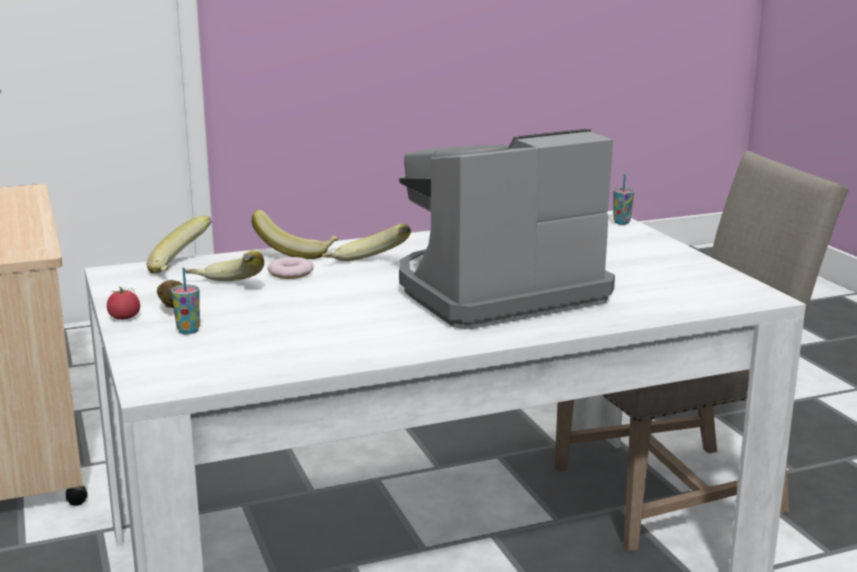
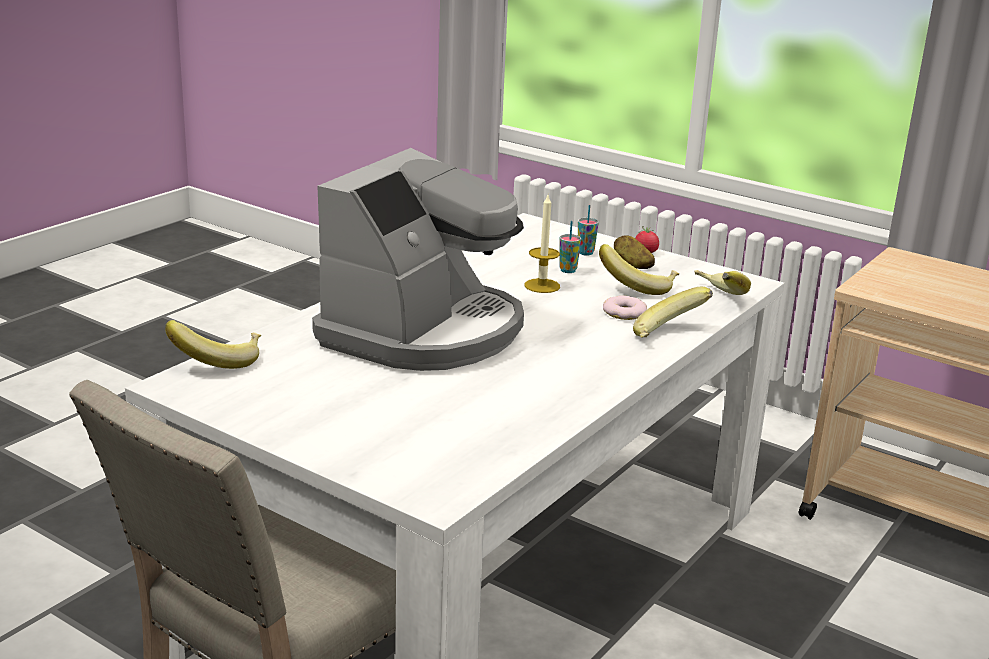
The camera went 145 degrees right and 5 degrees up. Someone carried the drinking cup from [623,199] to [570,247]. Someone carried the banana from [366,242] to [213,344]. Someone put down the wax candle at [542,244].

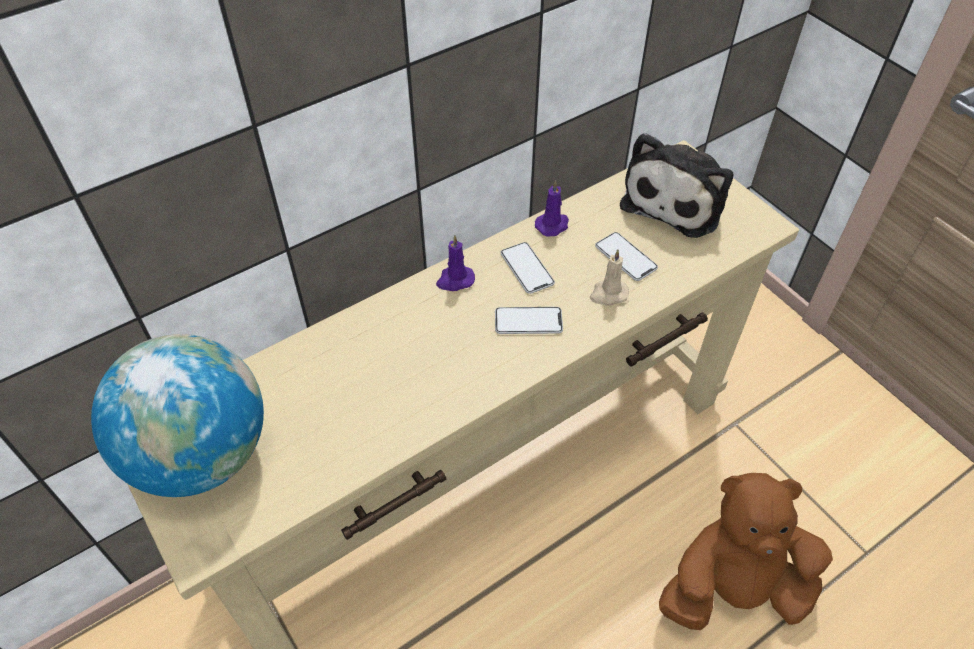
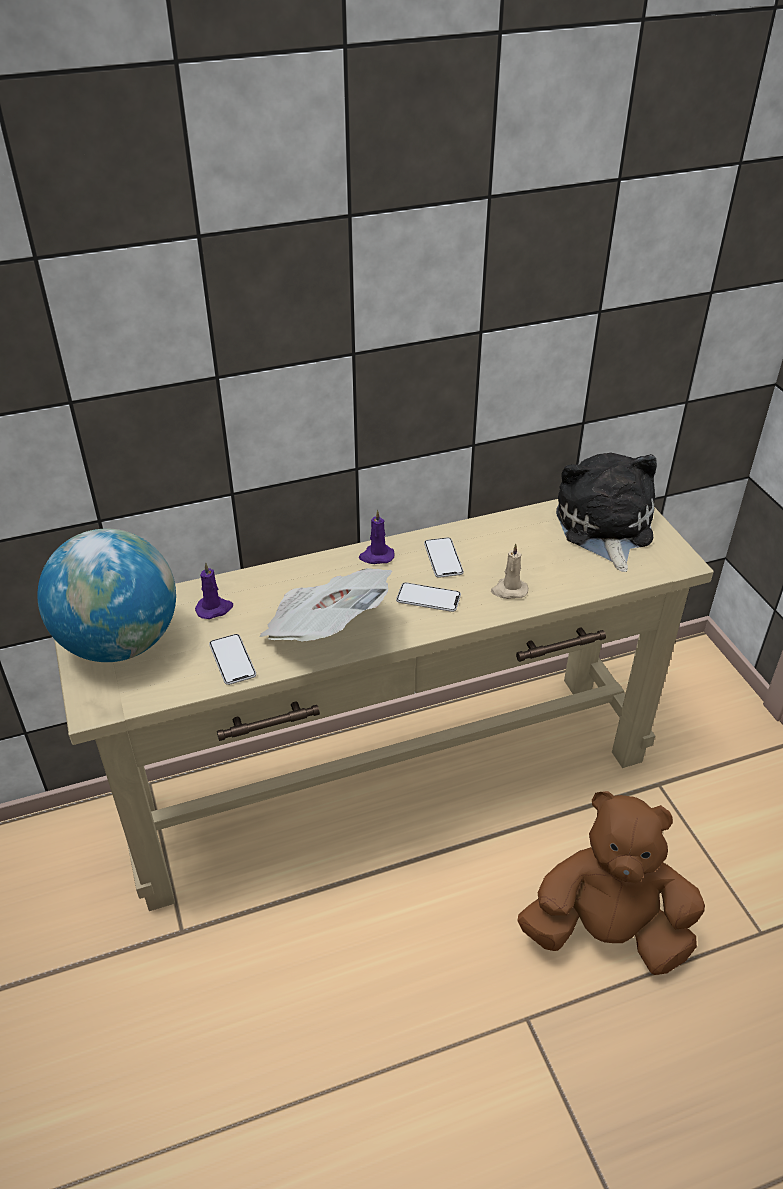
The camera went 15 degrees right and 10 degrees down. Someone rotated the plush toy at [676,185] by 135 degrees clockwise. Someone carried the purplish wax candle from [552,208] to [214,590]. Someone carried the telephone from [626,256] to [232,659]. Someone put down the printed paper at [325,605].

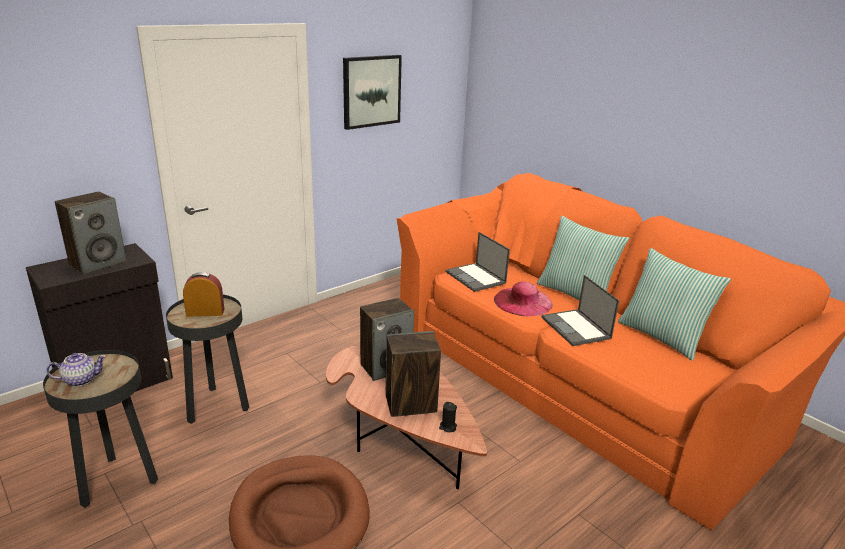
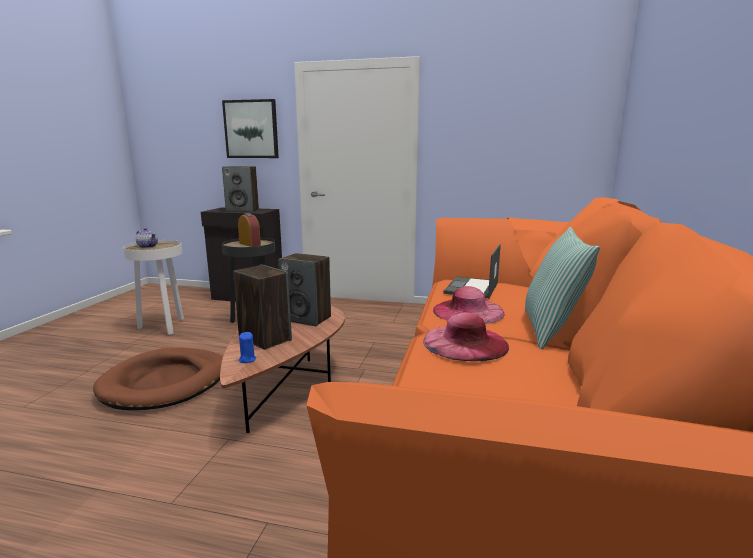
The camera went 55 degrees right and 10 degrees down. Someone carried the wall art from [372,92] to [250,128]. Someone took away the throw pillow at [674,304]. Someone swapped the laptop at [580,310] for the pink-coloured wearable hat at [466,336]. Someone repainted the blackish end table at [100,429], which became the white end table at [153,287]. Someone repainted the blackish wax candle at [448,417], which became the blue-coloured wax candle at [247,347].

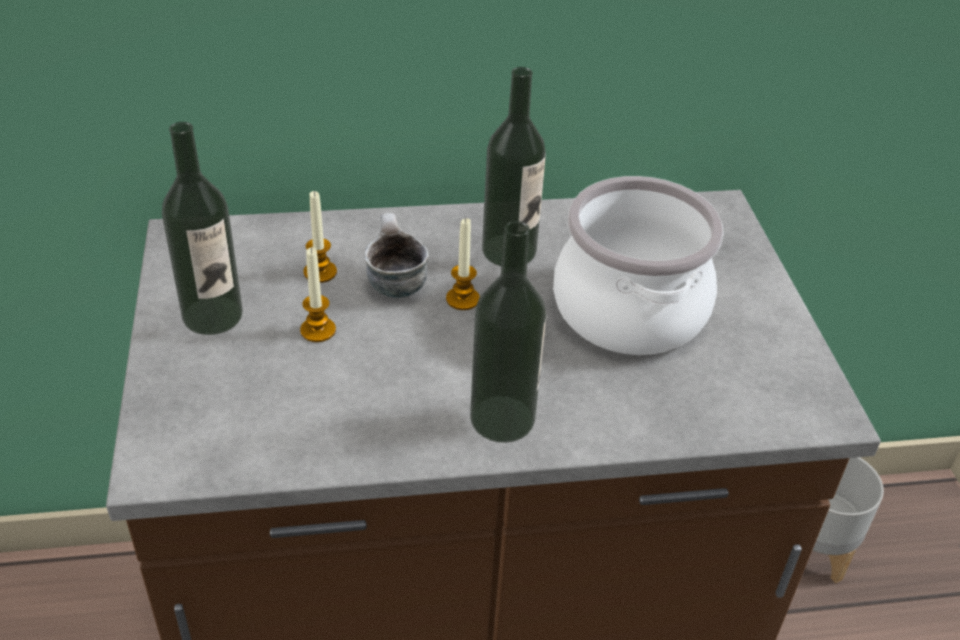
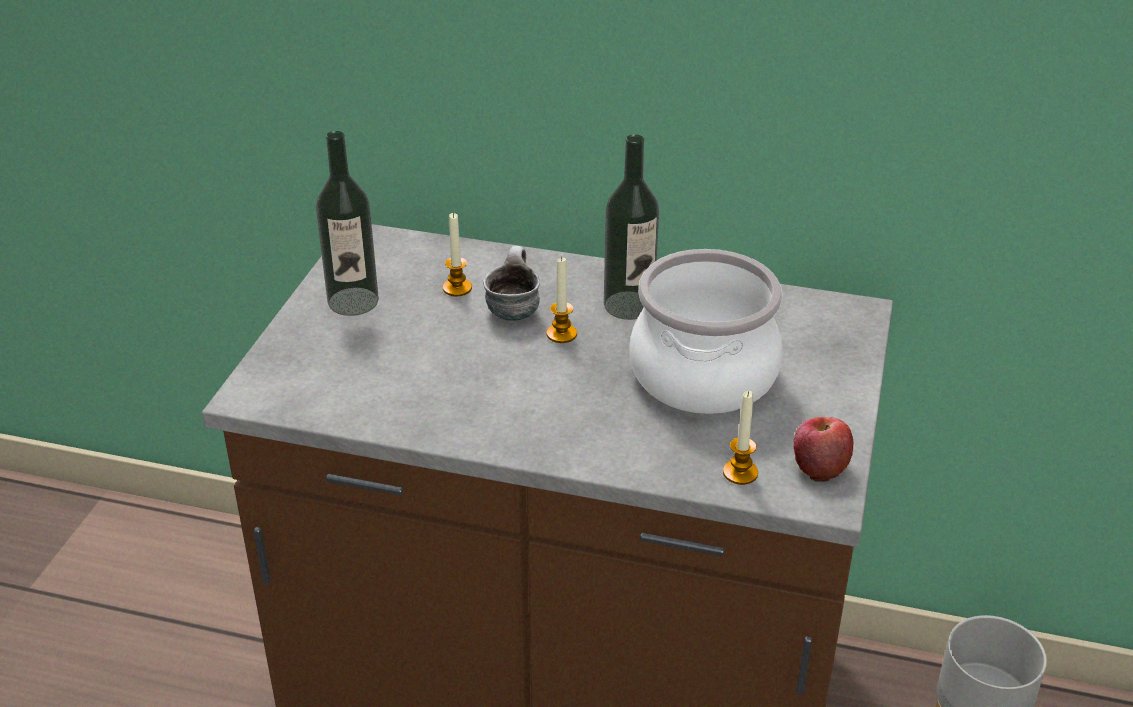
The camera went 25 degrees right and 5 degrees down. Someone took away the drink bottle at [508,332]. Someone carried the wax candle from [318,294] to [740,438]. Someone put down the apple fruit at [823,449].

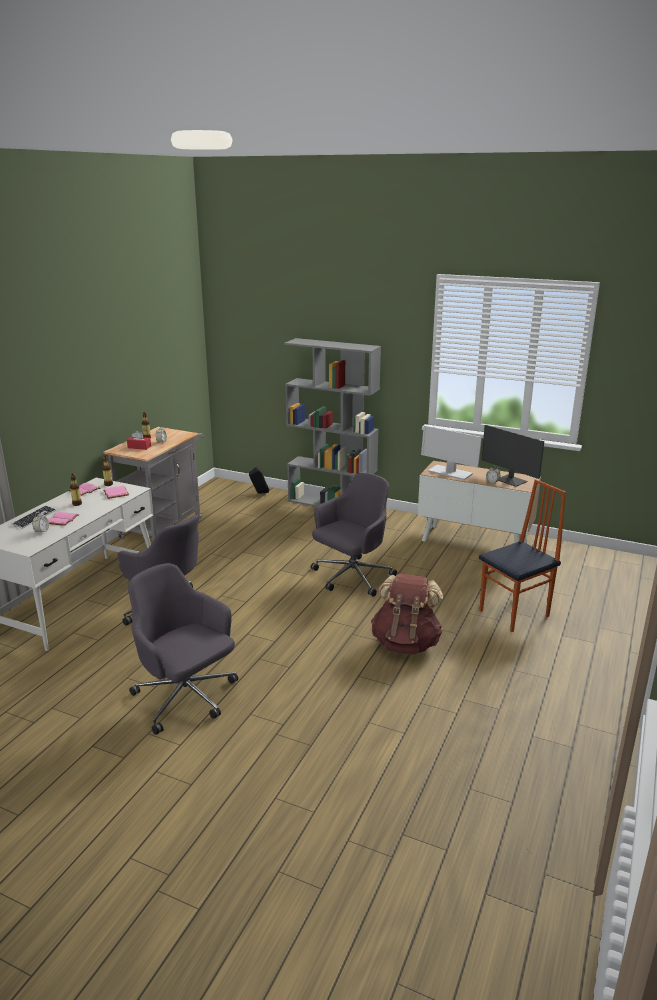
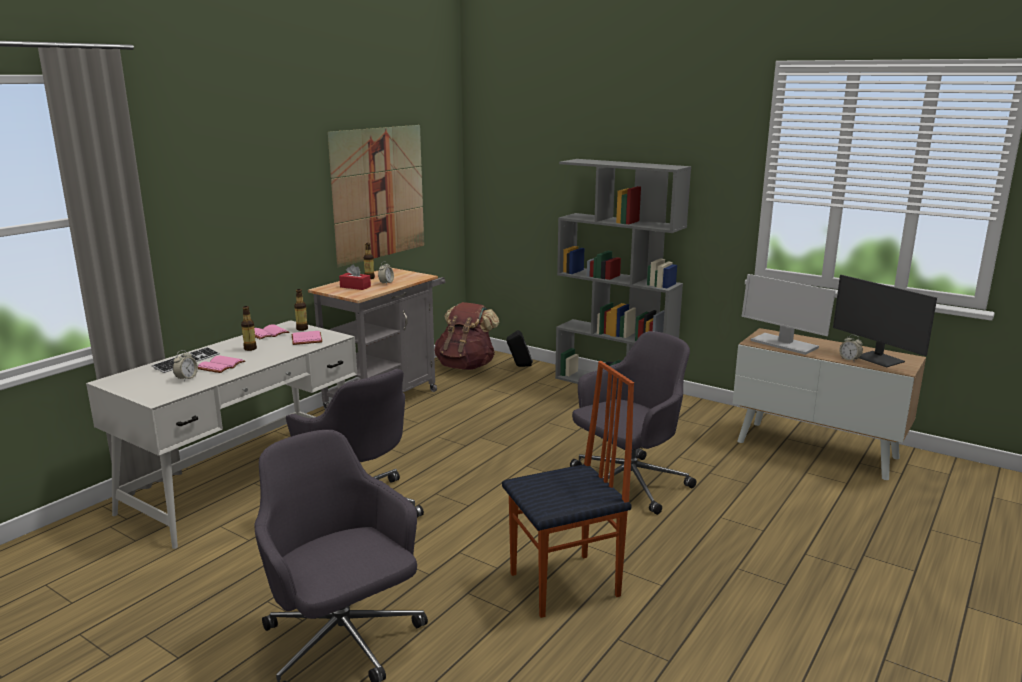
The camera went 10 degrees right and 5 degrees down. Someone carried the plain chair from [522,555] to [568,489]. Someone carried the brownish knapsack from [407,614] to [466,336]. Someone put up the wall art at [376,196].

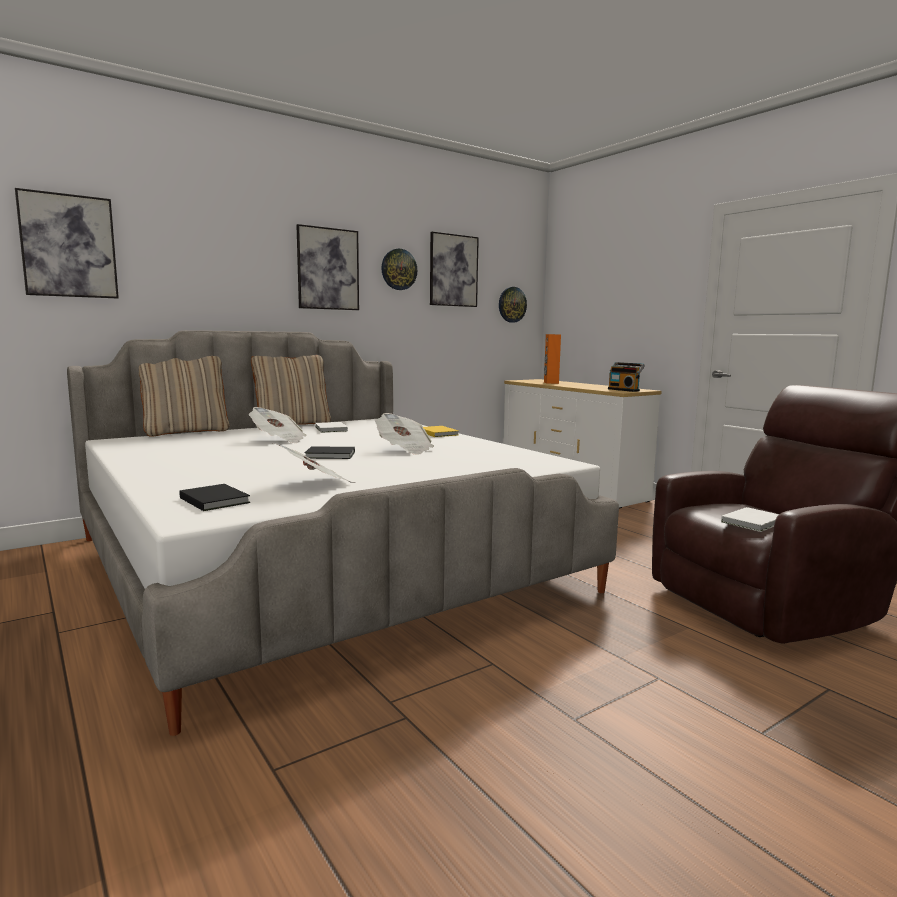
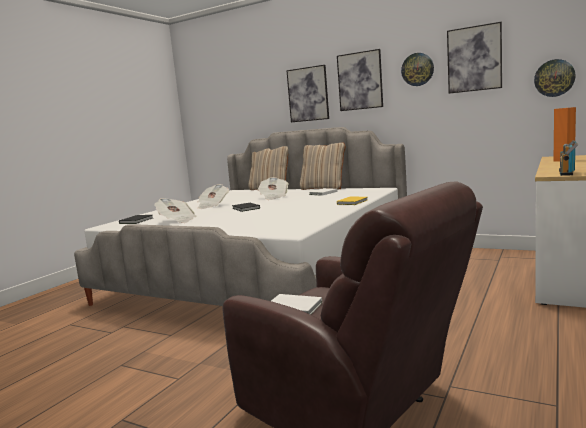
The camera went 65 degrees right and 0 degrees up. Someone carried the wall art from [67,243] to [307,93]. Someone carried the printed paper from [404,434] to [213,196].

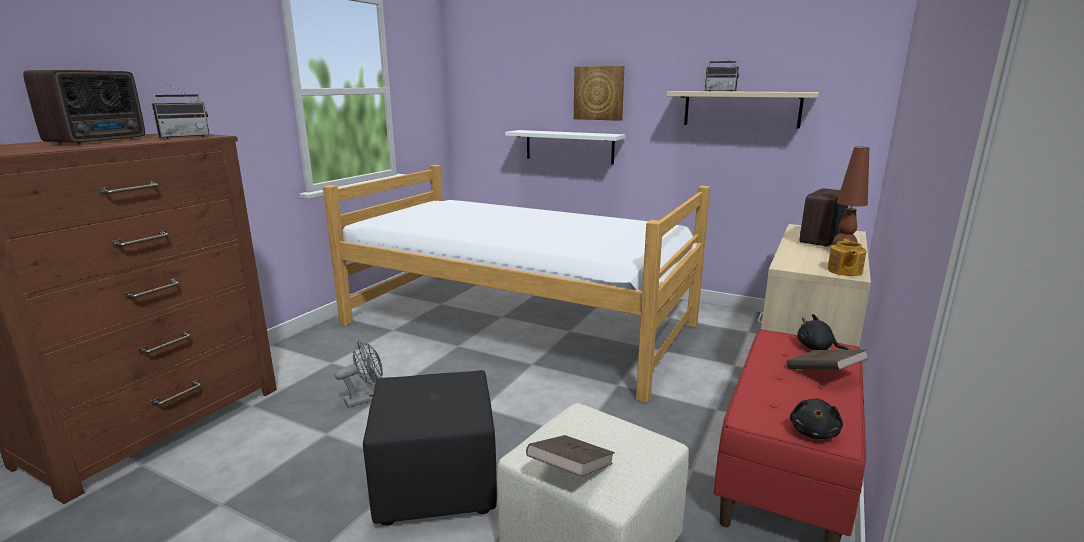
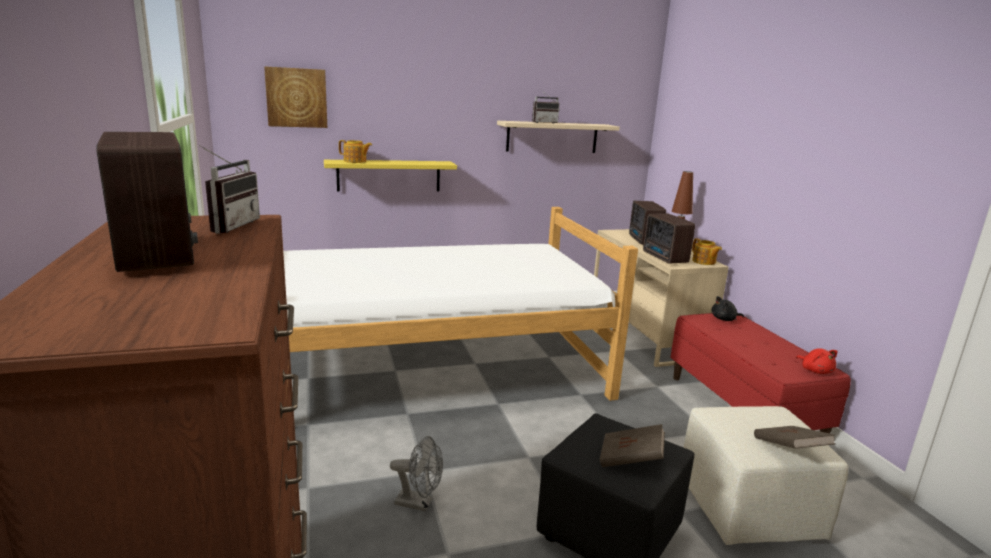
The camera went 45 degrees left and 0 degrees up. Someone carried the wall art from [599,93] to [295,97]. Someone repainted the white shelf at [565,147], which became the yellow shelf at [390,175]. Someone rotated the grey fan at [359,374] by 90 degrees clockwise. Someone carried the brownish volume from [828,360] to [632,445]. Someone repainted the blackish plush toy at [816,418], which became the red-coloured plush toy at [816,361]. Someone put down the tea pot at [355,151]. Someone put down the radio at [669,238].

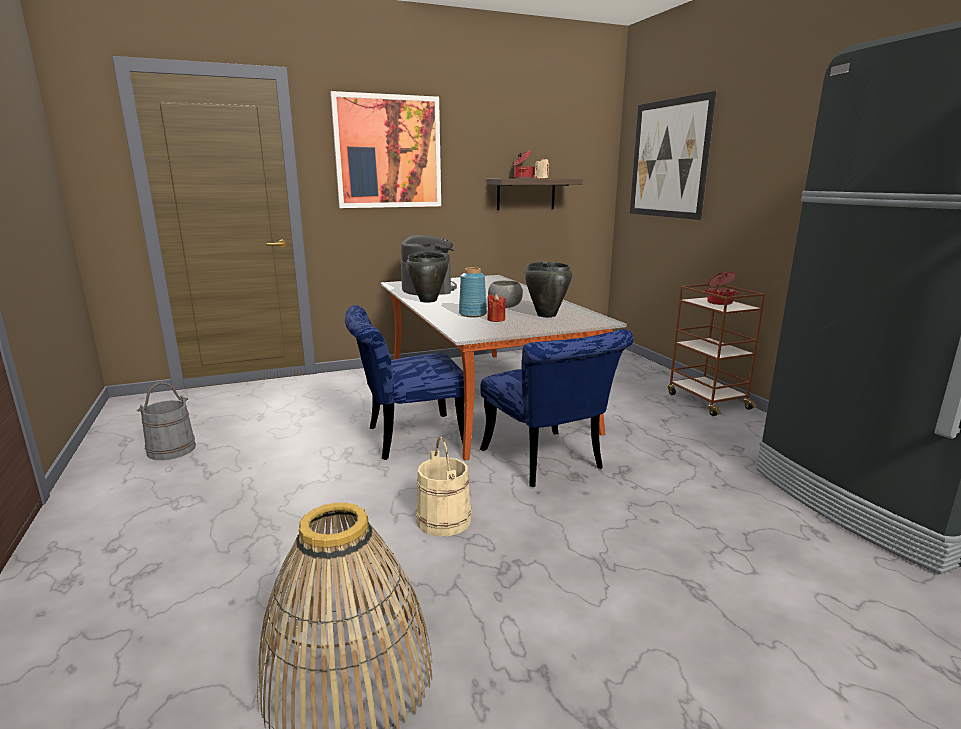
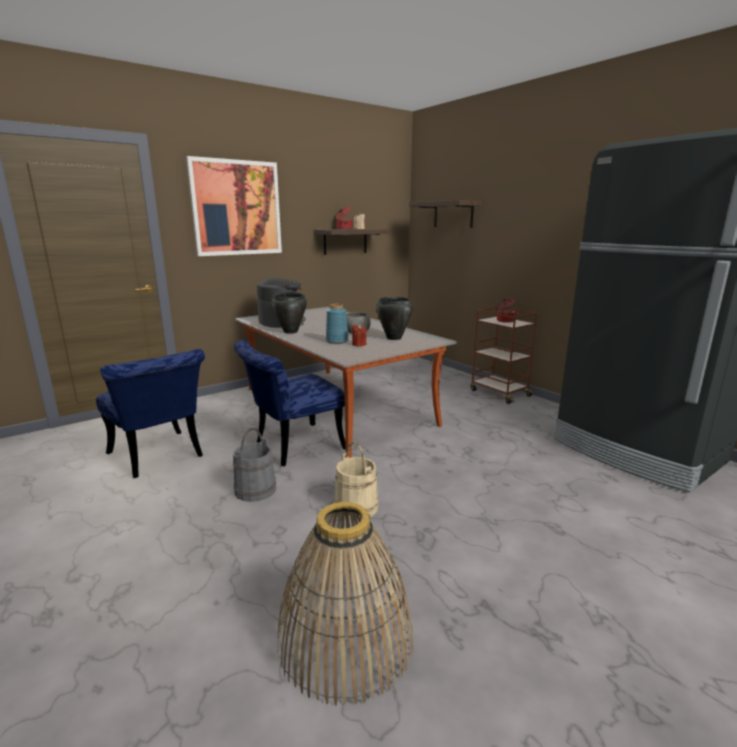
The camera went 15 degrees left and 0 degrees up. Someone swapped the wall art at [673,155] for the shelf at [445,214]. Someone carried the blue-coloured plain chair from [556,408] to [150,413]. Someone carried the grey pail from [166,421] to [254,465].

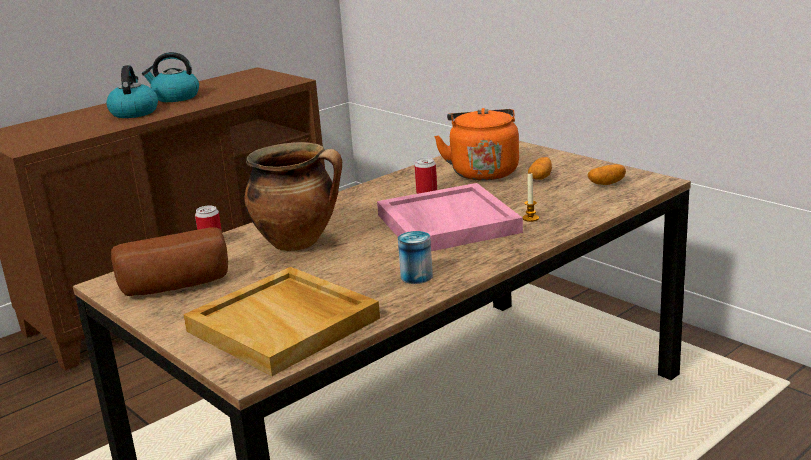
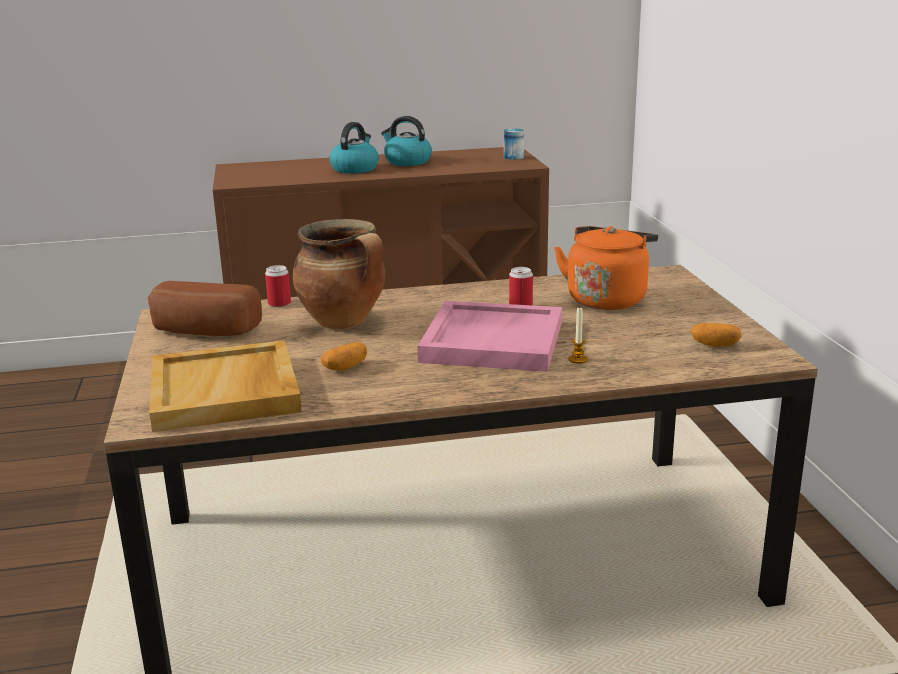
The camera went 30 degrees right and 0 degrees up. Someone carried the whole potato from [540,168] to [344,356]. Someone carried the can from [415,257] to [514,144].

